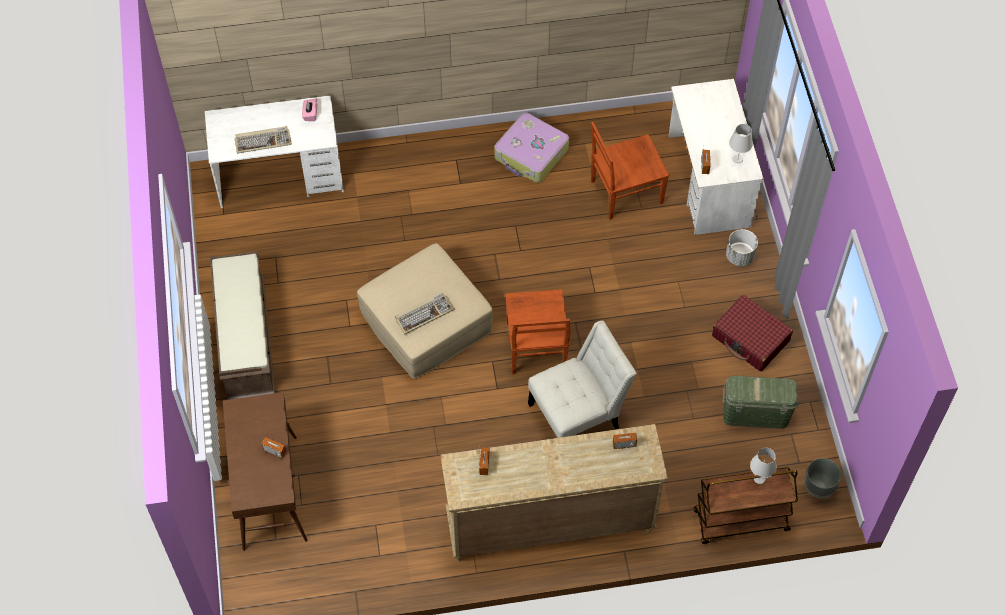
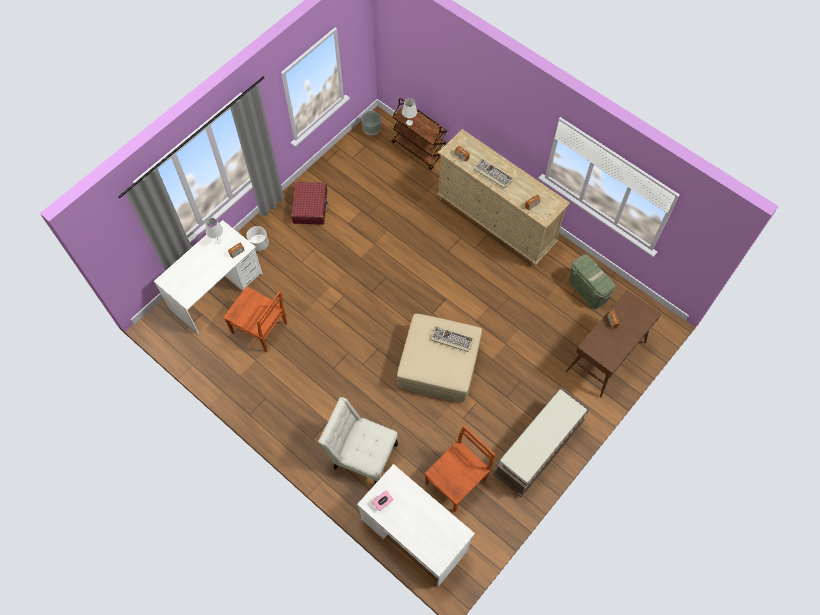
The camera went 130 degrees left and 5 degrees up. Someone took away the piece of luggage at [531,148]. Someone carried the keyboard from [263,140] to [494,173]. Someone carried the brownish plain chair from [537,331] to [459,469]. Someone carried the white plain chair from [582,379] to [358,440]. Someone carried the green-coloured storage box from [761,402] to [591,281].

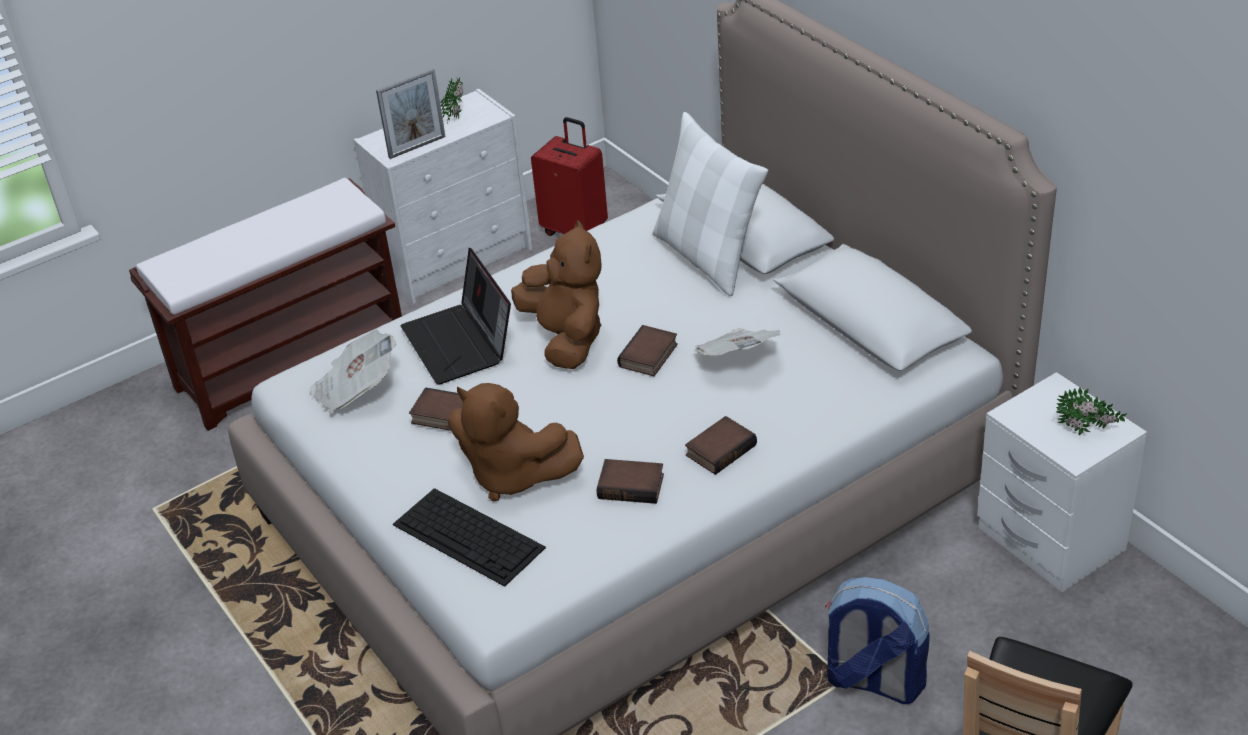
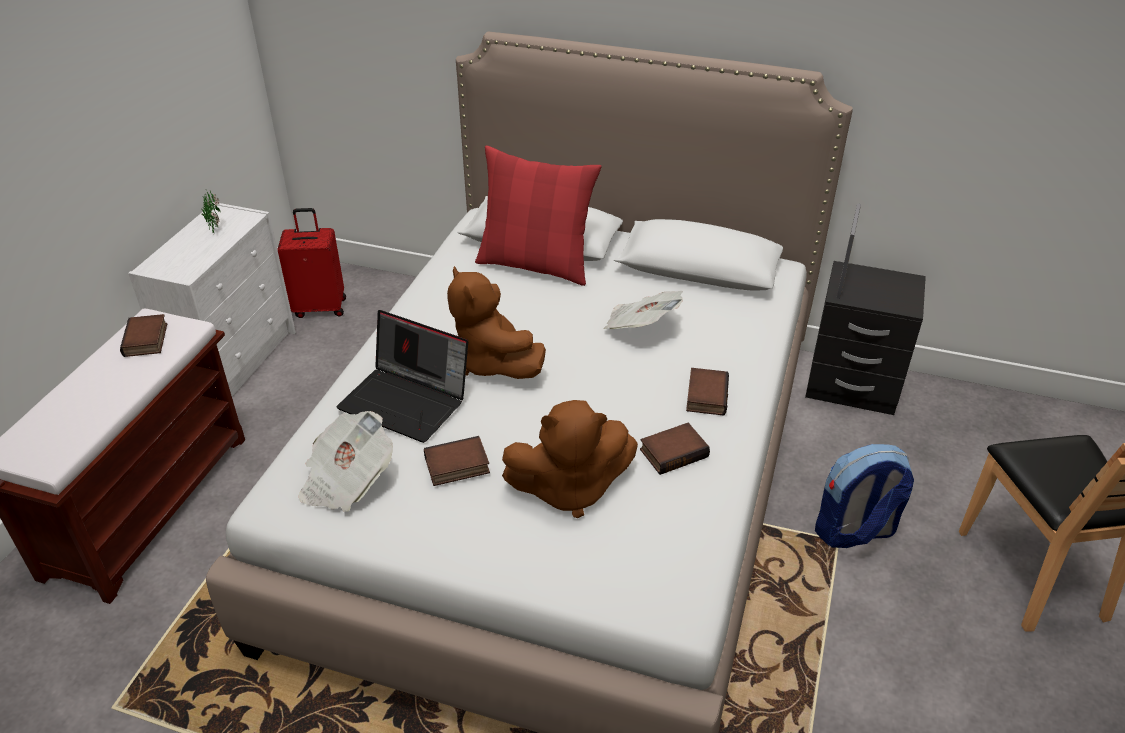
The camera went 40 degrees left and 0 degrees up. Someone carried the standing frame from [411,113] to [849,251]. Someone repainted the white throw pillow at [710,204], which became the red-coloured throw pillow at [538,216]. Someone rotated the brownish plush toy at [556,294] by 150 degrees counterclockwise. Someone carried the volume from [647,350] to [143,335]. Someone repainted the white night table at [1062,482], which became the blackish night table at [865,338]. Someone took away the houseplant at [1091,411]. Someone took away the keyboard at [469,537].

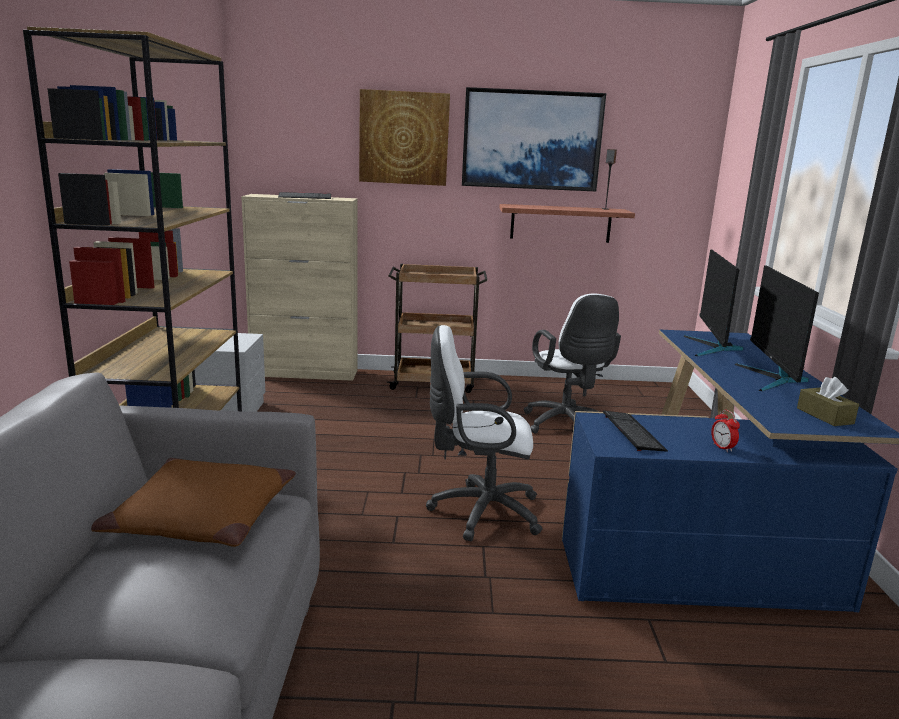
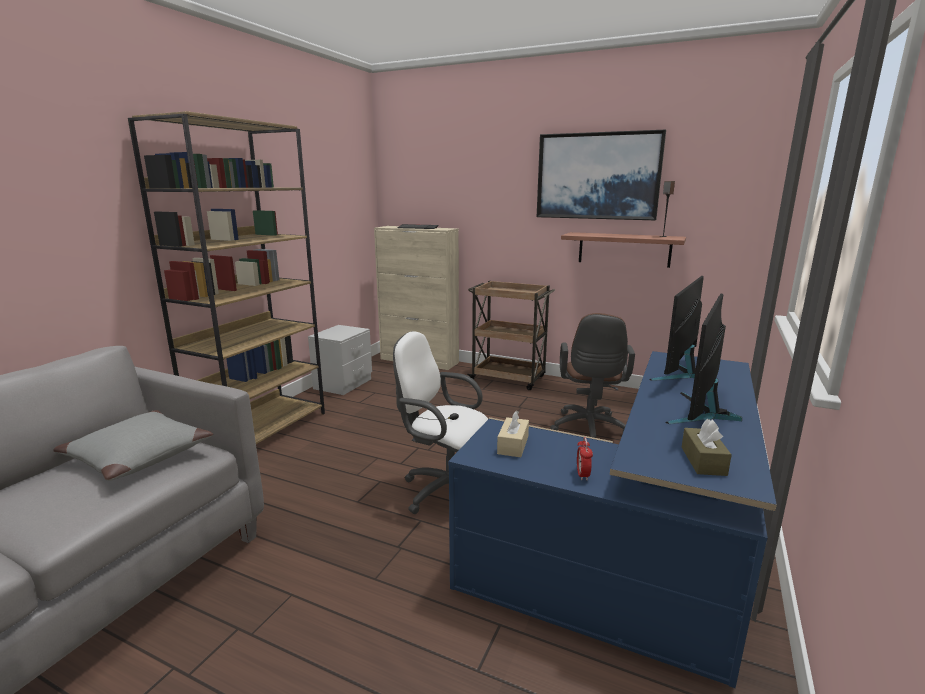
The camera went 25 degrees right and 0 degrees up. Someone took away the wall art at [404,137]. Someone repainted the white computer chair at [572,364], which became the brownish computer chair at [592,375]. Someone swapped the keyboard at [635,431] for the beige-coloured tissue box at [513,433]. Someone repainted the brownish throw pillow at [193,502], which became the grey throw pillow at [133,445].

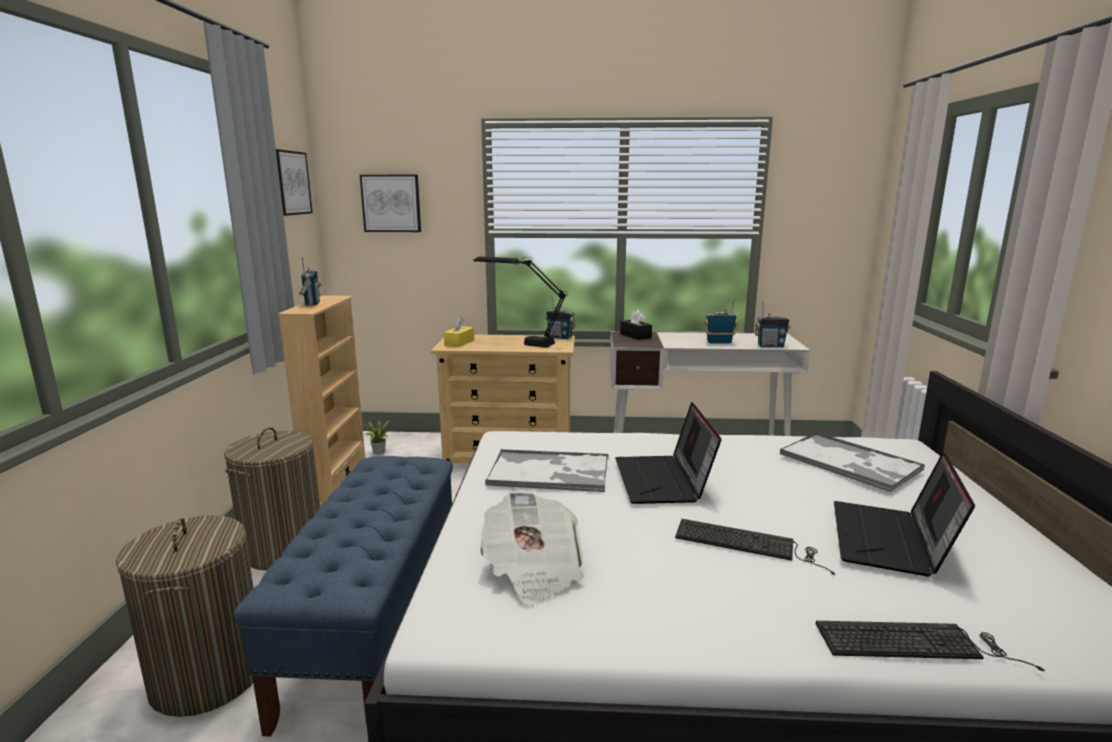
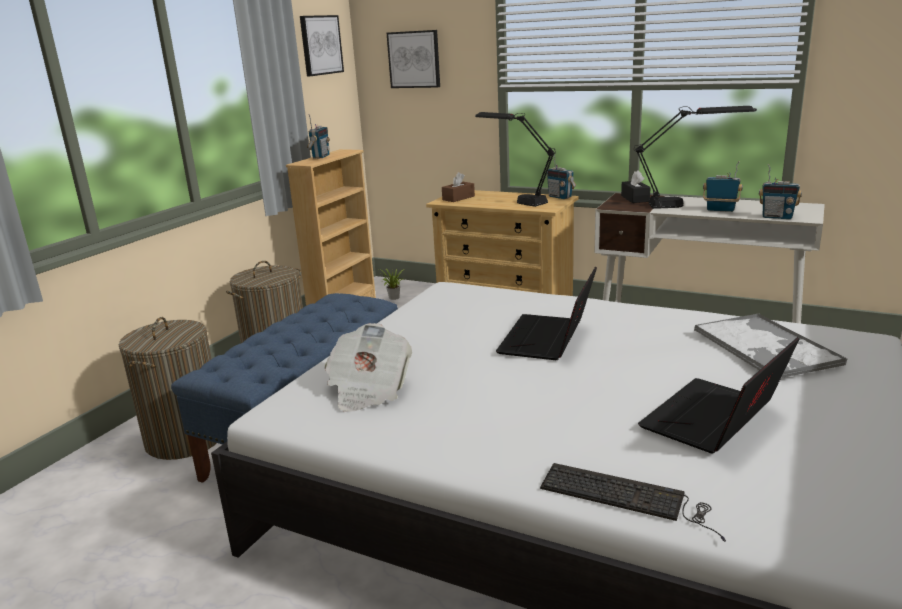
The camera went 25 degrees right and 5 degrees up. Someone repainted the yellow tissue box at [459,332], which became the brownish tissue box at [458,187]. Someone took away the carrying tray at [547,470]. Someone took away the keyboard at [755,547]. Someone put down the blackish lamp for a table at [695,157].

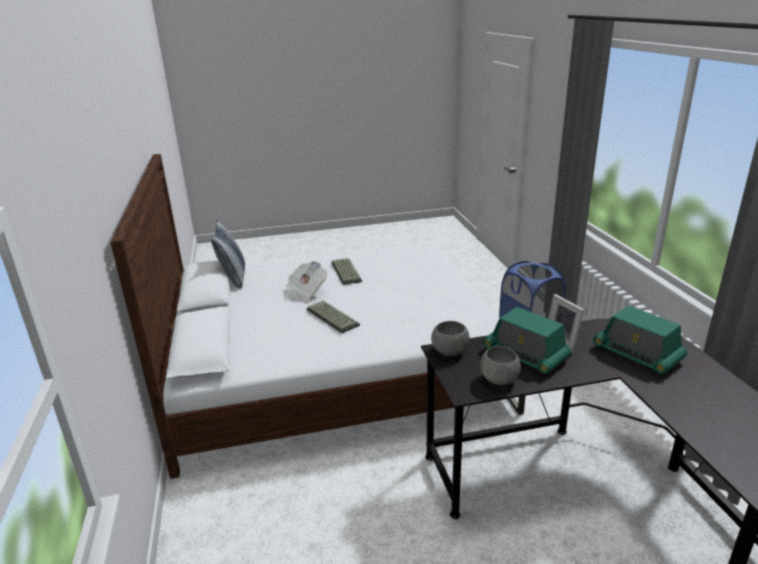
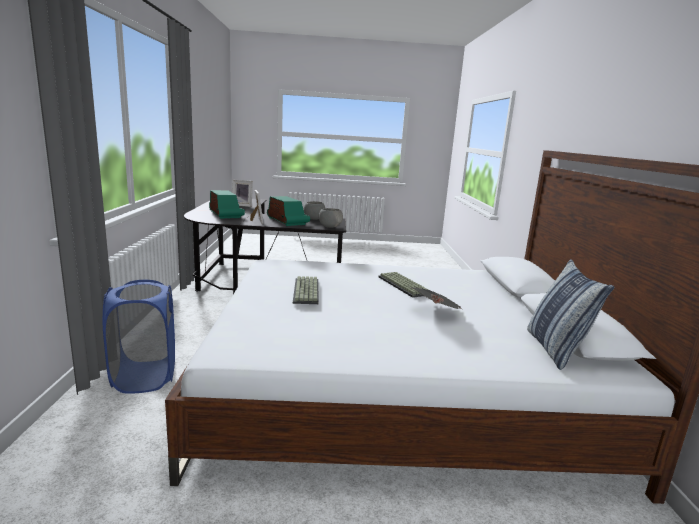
The camera went 170 degrees left and 10 degrees down. Someone carried the keyboard from [347,271] to [306,290]. Someone put down the standing frame at [242,193].

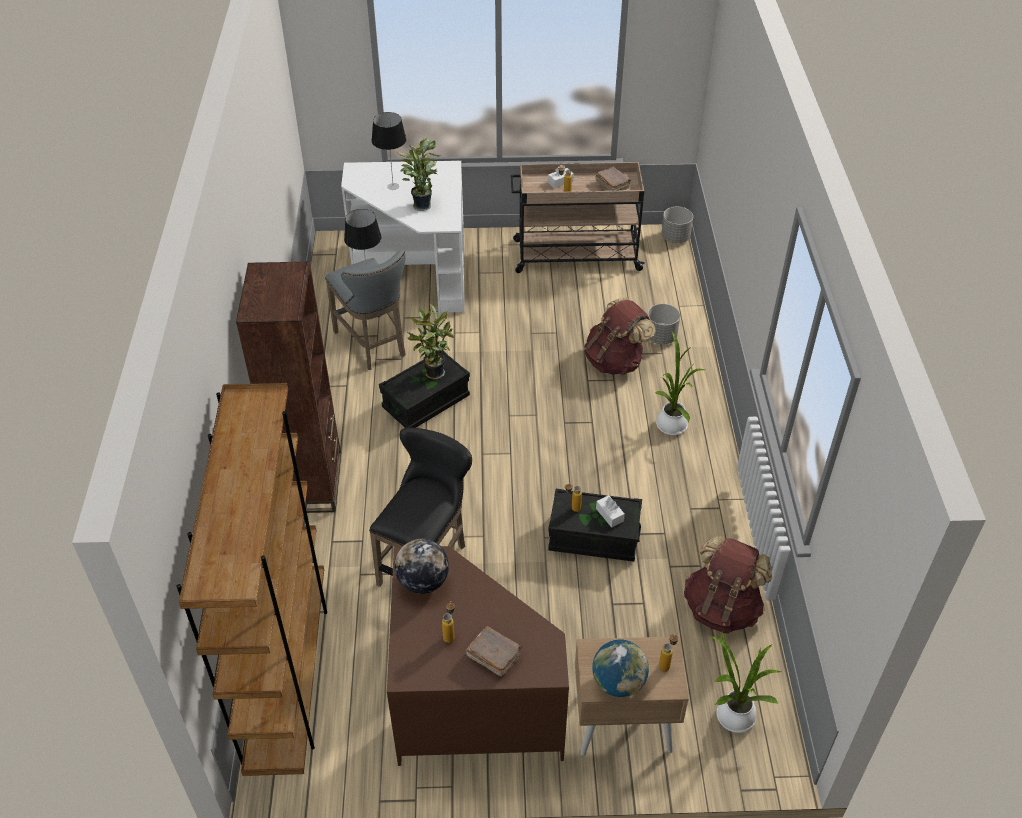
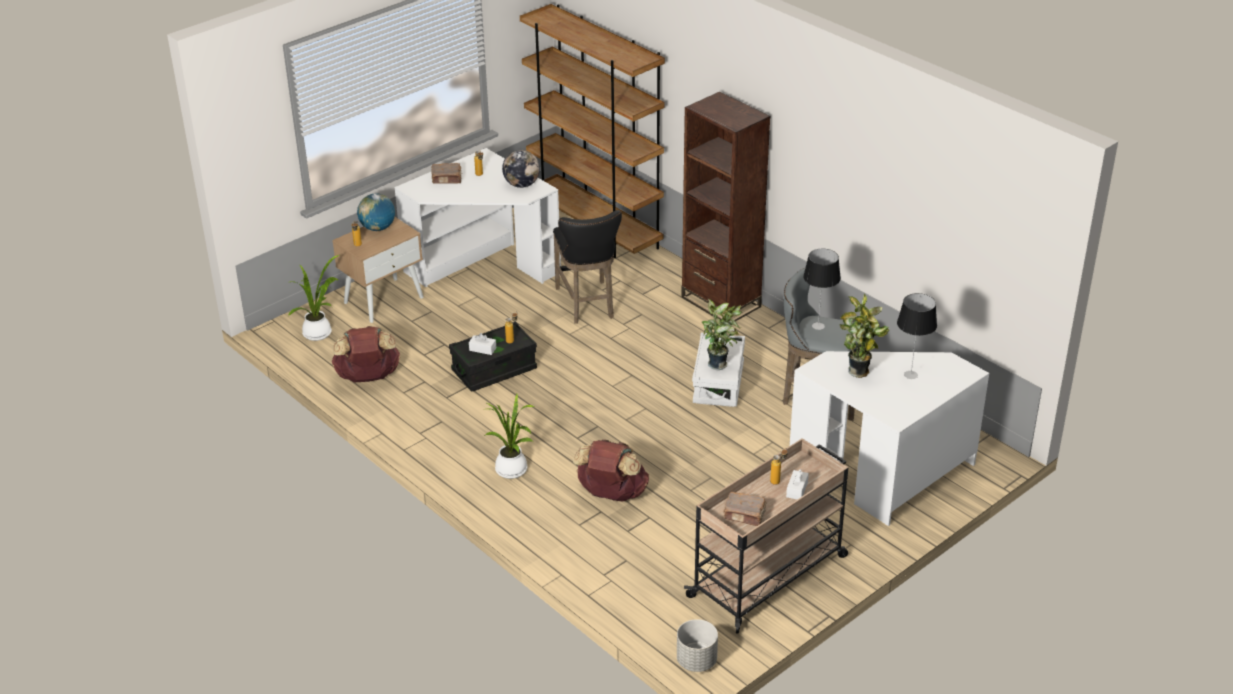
The camera went 140 degrees right and 10 degrees down. Someone took away the grey flower pot at [663,324]. Someone repainted the blackish storage box at [424,389], which became the white storage box at [718,370]. Someone repainted the brownish desk table at [478,656], which became the white desk table at [478,217].

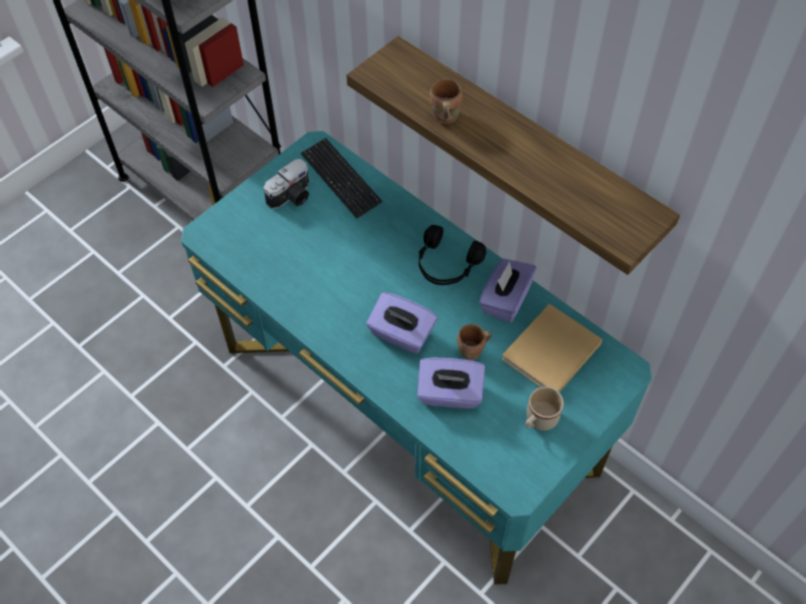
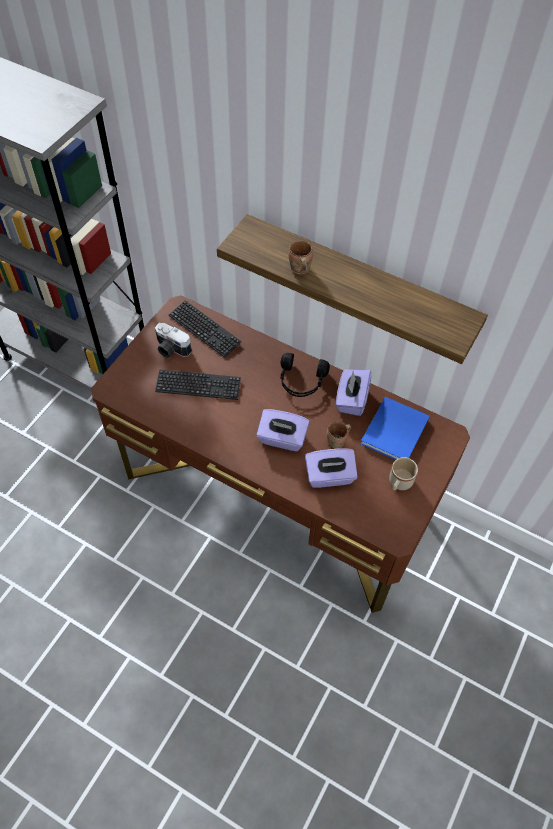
The camera went 15 degrees left and 0 degrees up. Someone repainted the turquoise-coloured desk table at [416,357], which became the brownish desk table at [281,454]. Someone rotated the still camera at [286,184] by 90 degrees clockwise. Someone repainted the beige-coloured volume at [552,348], which became the blue-coloured volume at [395,428]. Someone put down the keyboard at [198,385].

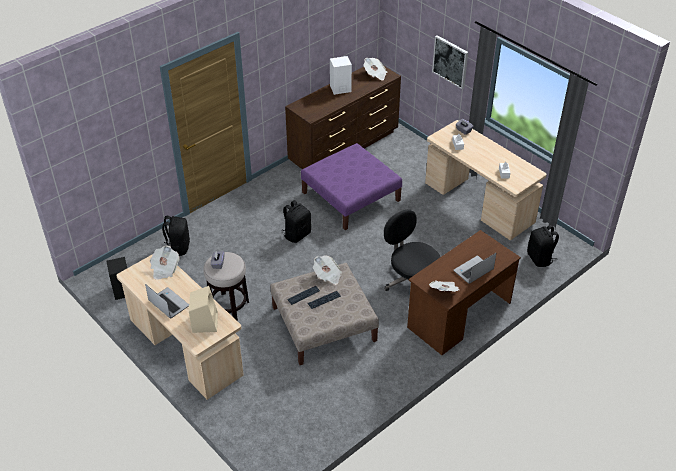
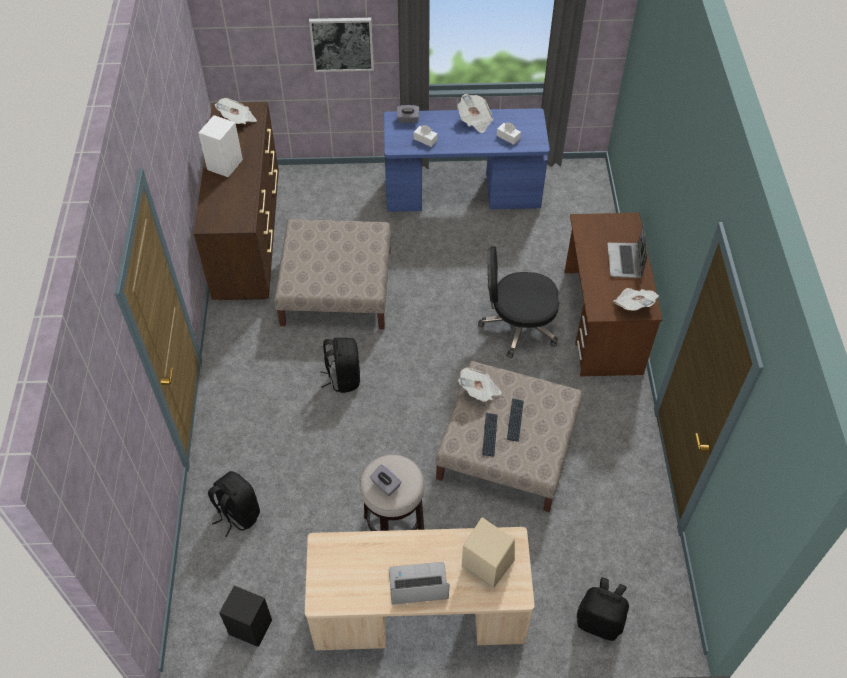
The camera went 50 degrees left and 10 degrees up. Someone repainted the beige-coloured desk table at [486,180], which became the blue-coloured desk table at [467,160]. Someone repainted the purplish pouffe at [351,186], which became the beige-coloured pouffe at [332,274]. Someone carried the blackish knapsack from [543,246] to [603,609]. Someone carried the printed paper from [165,262] to [475,113].

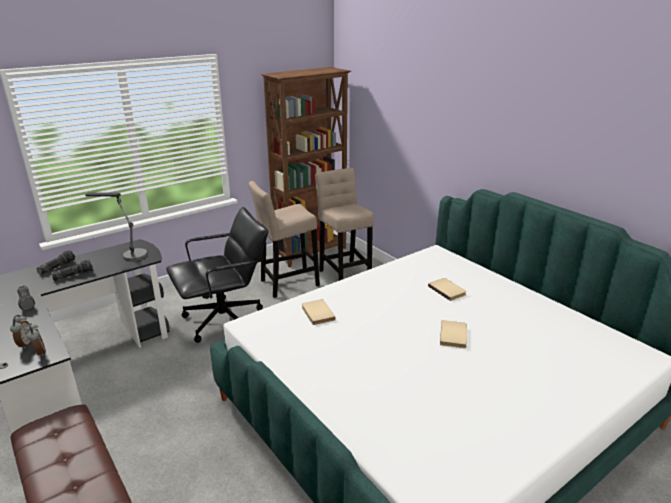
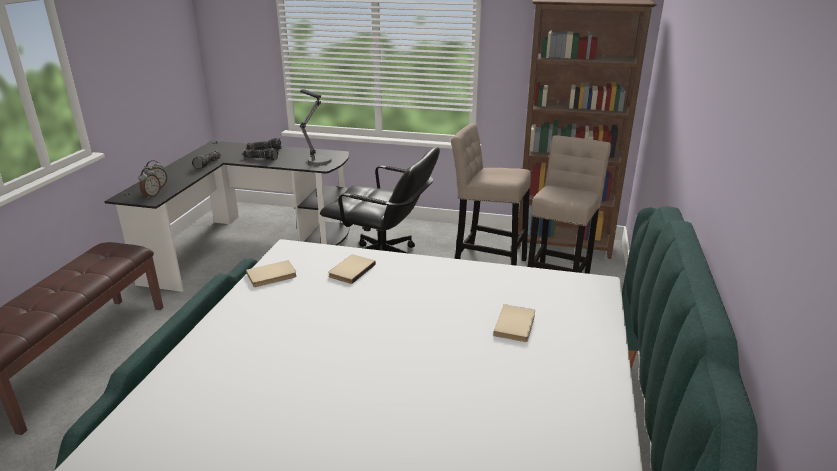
The camera went 50 degrees right and 0 degrees up. Someone carried the beige-coloured volume from [453,334] to [271,273].

